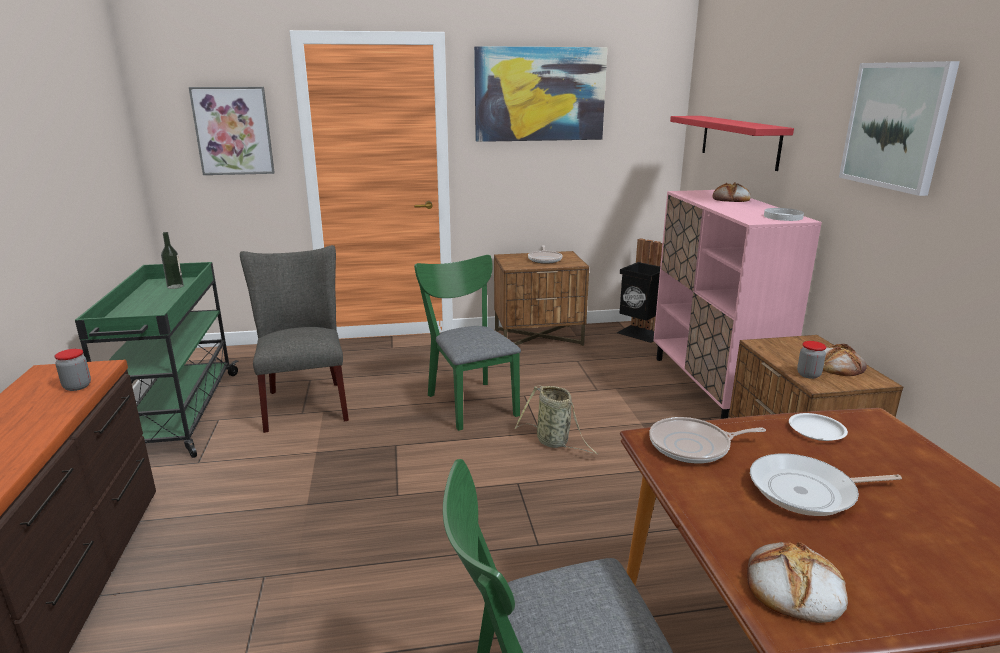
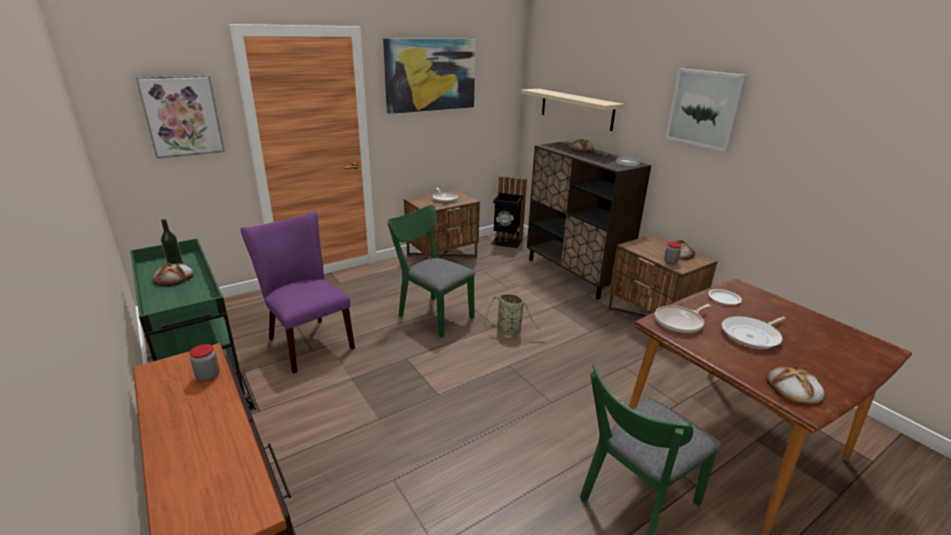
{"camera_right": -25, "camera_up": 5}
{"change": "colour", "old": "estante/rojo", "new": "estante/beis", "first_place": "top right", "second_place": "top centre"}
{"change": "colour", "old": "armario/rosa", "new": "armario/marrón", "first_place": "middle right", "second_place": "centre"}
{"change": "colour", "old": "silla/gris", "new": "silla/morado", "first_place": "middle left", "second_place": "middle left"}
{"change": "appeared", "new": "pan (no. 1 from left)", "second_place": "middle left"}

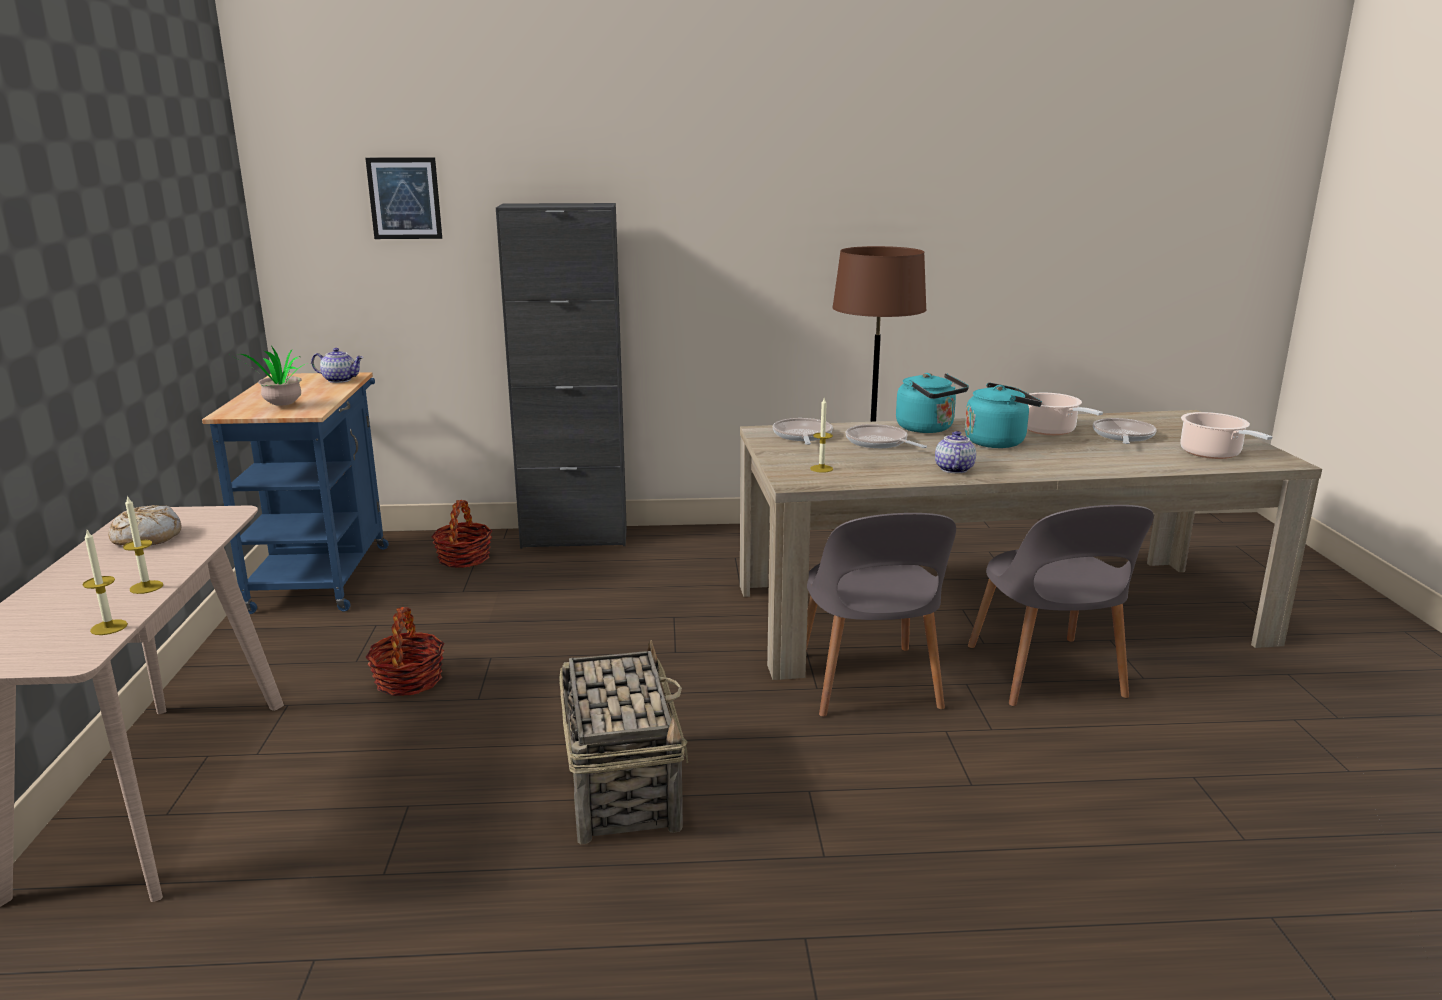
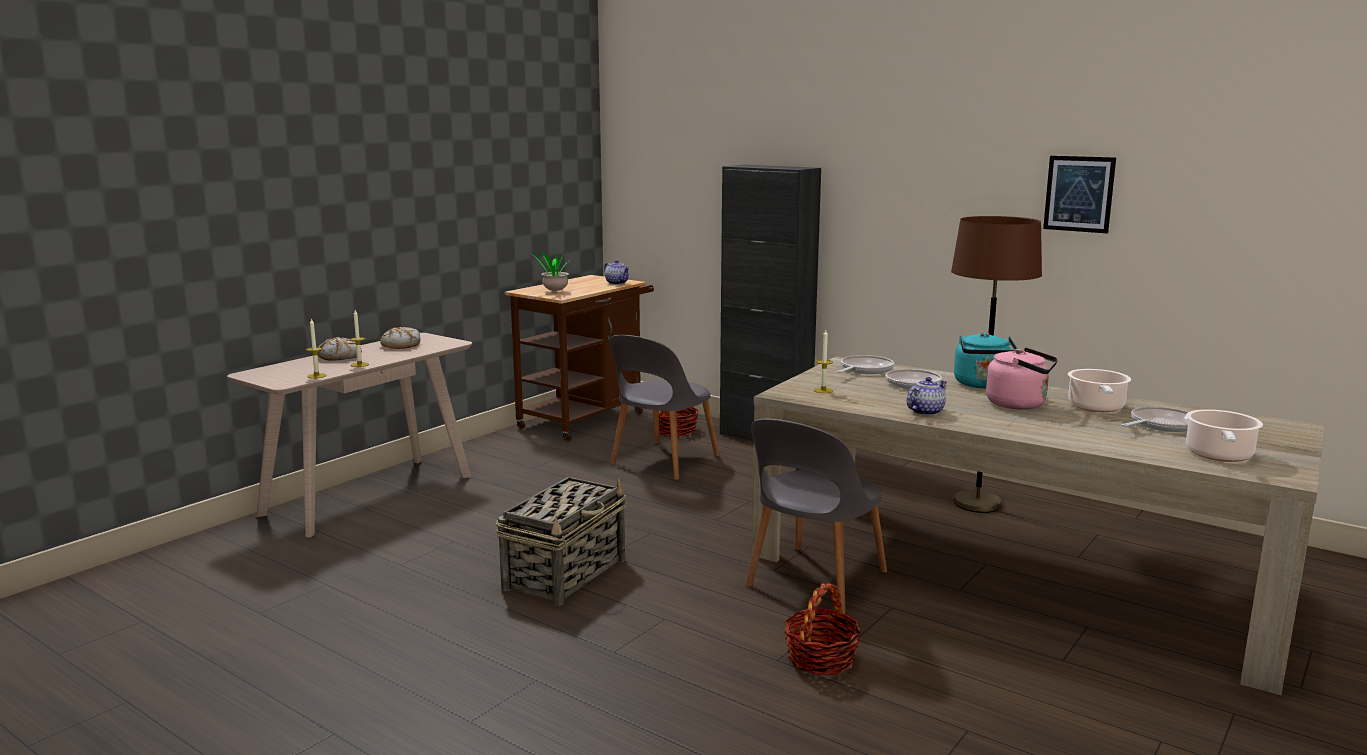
{"camera_right": 40, "camera_up": -5}
{"change": "relocated", "old": "cuadro", "first_place": "top left", "second_place": "top right"}
{"change": "colour", "old": "carrito/azul", "new": "carrito/marrón", "first_place": "middle left", "second_place": "centre"}
{"change": "colour", "old": "hervidor/turquesa (no. 2 from left)", "new": "hervidor/rosa", "first_place": "middle right", "second_place": "middle right"}
{"change": "relocated", "old": "silla/gris (no. 2 from left in the first image)", "new": "silla/gris (no. 1 from left)", "first_place": "middle right", "second_place": "centre"}
{"change": "relocated", "old": "cesta (no. 1 from left in the first image)", "new": "cesta (no. 3 from left)", "first_place": "middle left", "second_place": "bottom centre"}
{"change": "appeared", "new": "pan (no. 1 from left)", "second_place": "middle left"}

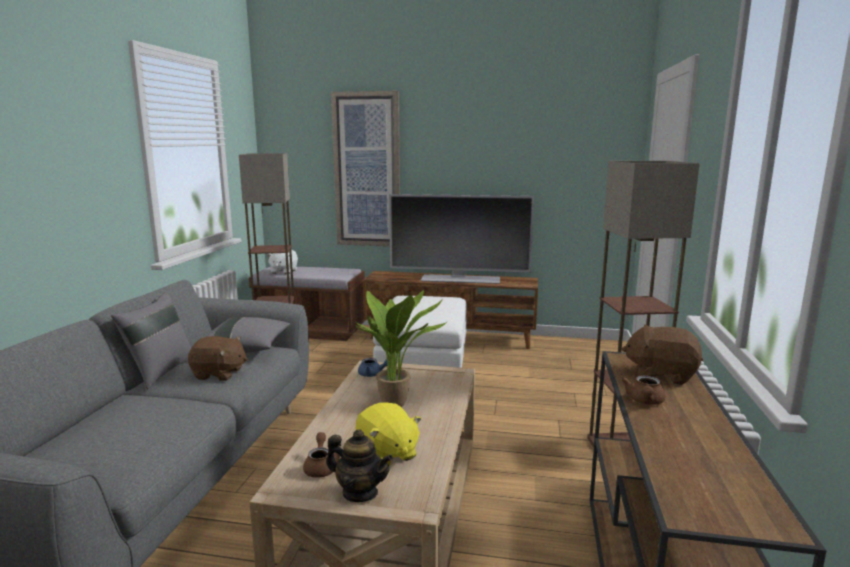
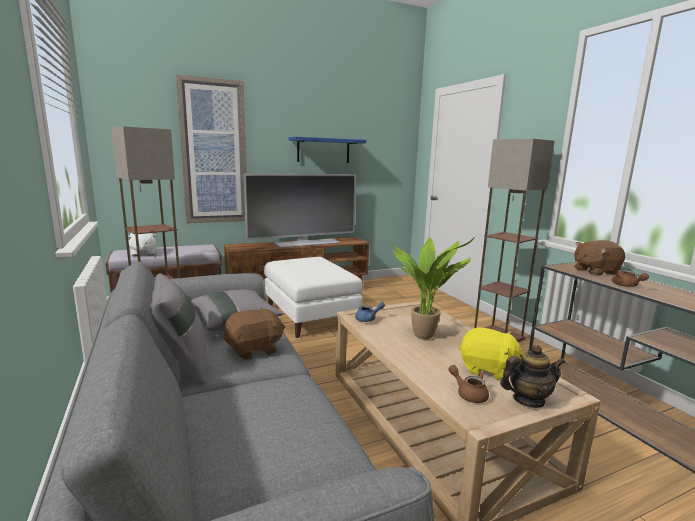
{"camera_right": -35, "camera_up": 0}
{"change": "appeared", "new": "estante/azul", "second_place": "top centre"}

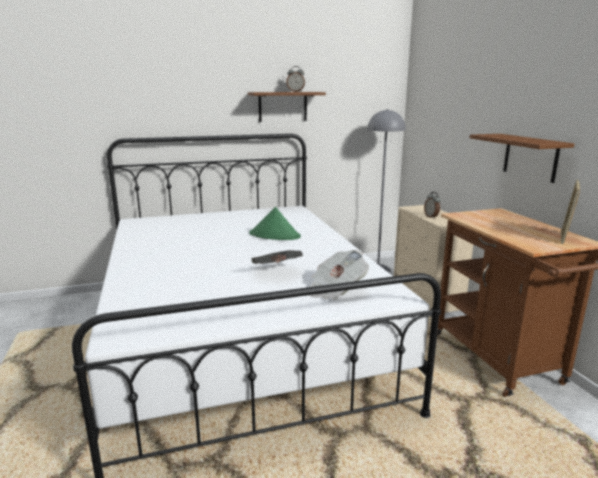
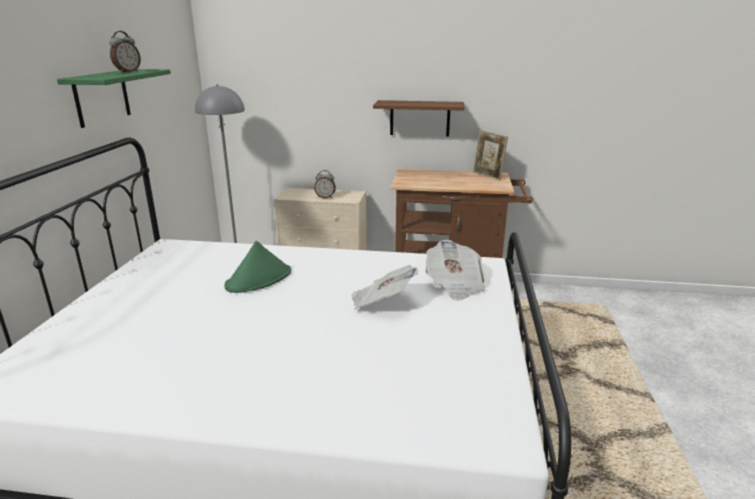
{"camera_right": -65, "camera_up": 5}
{"change": "colour", "old": "estante/marrón (no. 1 from left)", "new": "estante/verde", "first_place": "top centre", "second_place": "top left"}

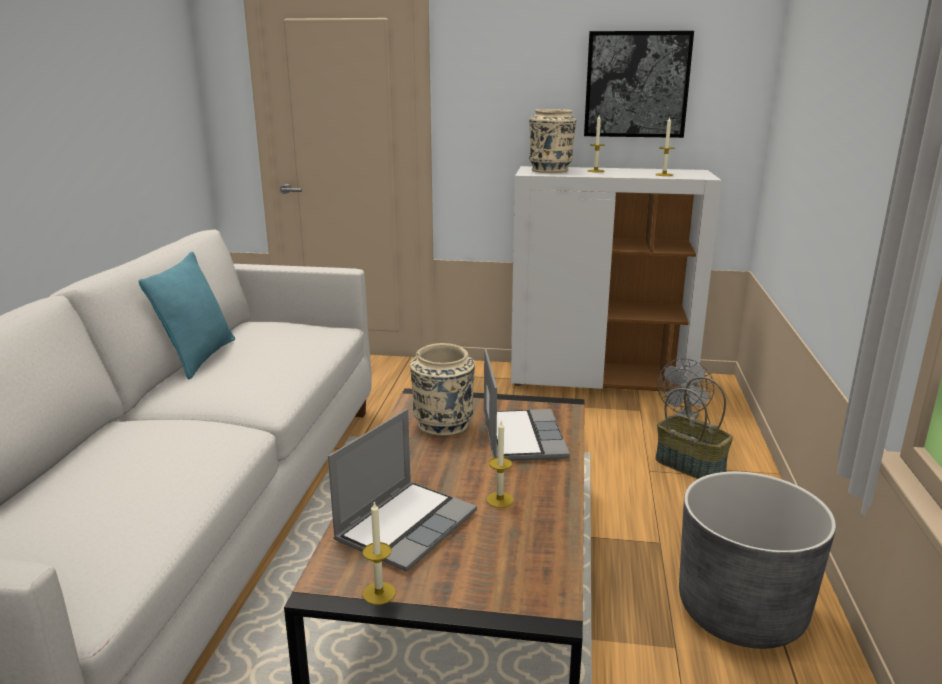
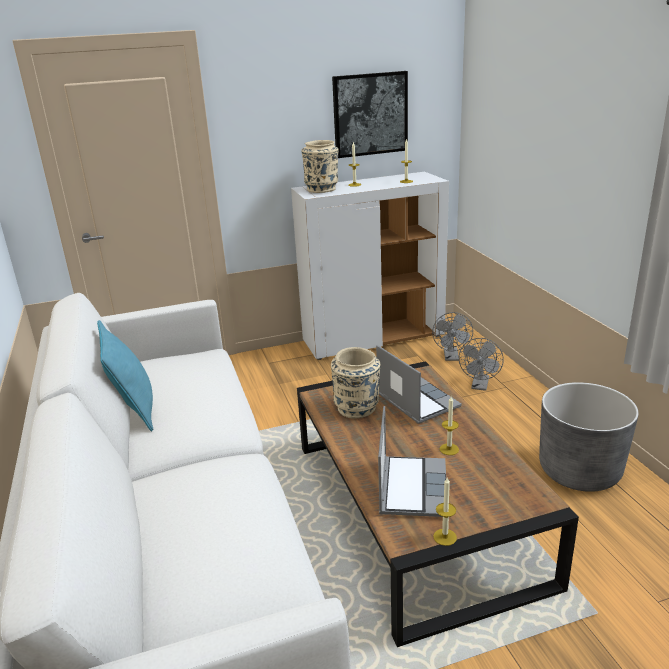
{"camera_right": -25, "camera_up": 5}
{"change": "exchanged", "old": "cesta", "new": "ventilador/gris (no. 2 from left)", "first_place": "middle right", "second_place": "middle right"}

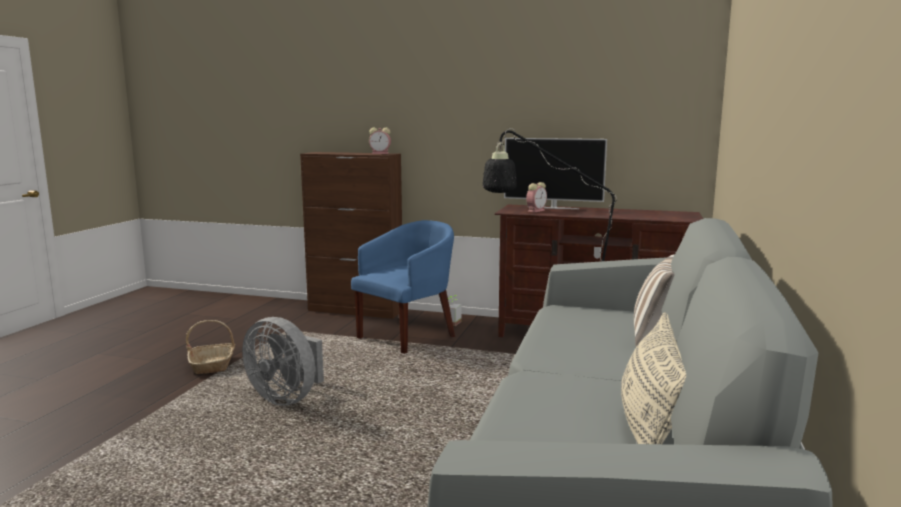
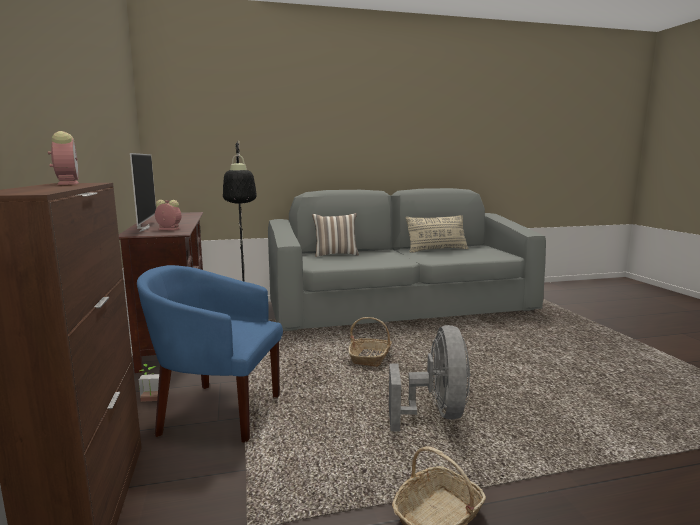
{"camera_right": -120, "camera_up": 0}
{"change": "appeared", "new": "cesta (no. 1 from left)", "second_place": "centre"}

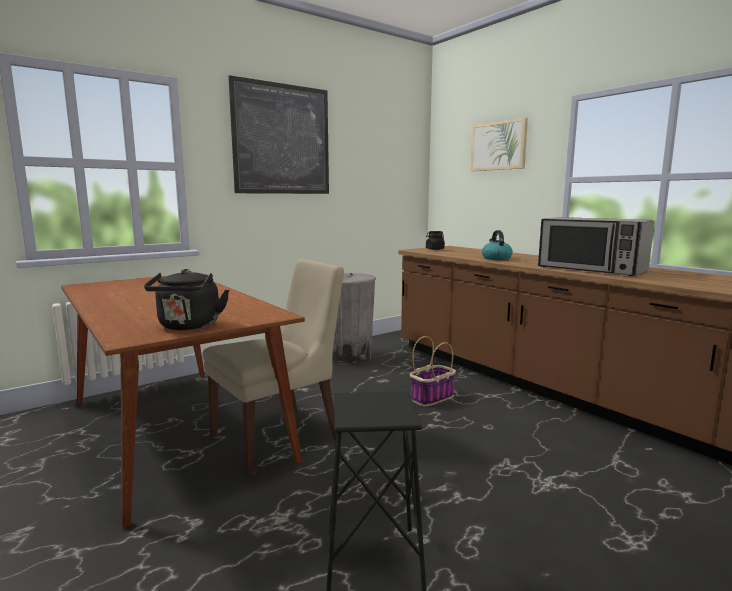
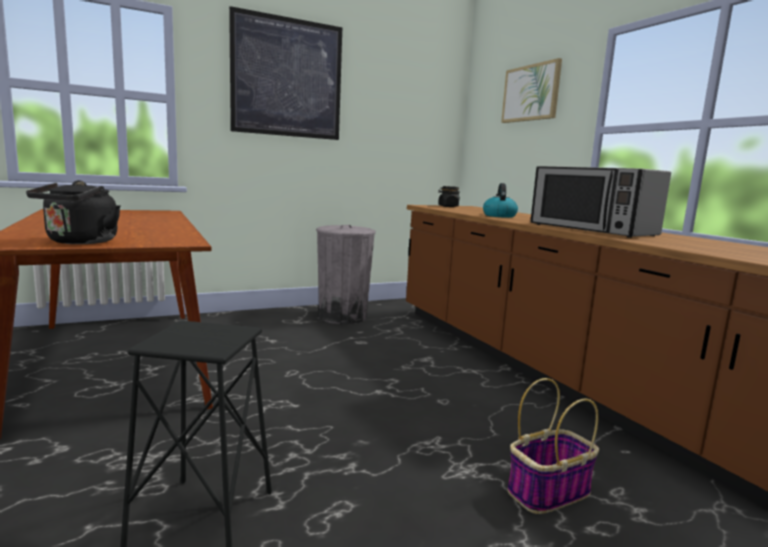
{"camera_right": 10, "camera_up": 0}
{"change": "missing", "old": "silla/beis", "first_place": "centre"}
{"change": "relocated", "old": "cesta", "first_place": "centre", "second_place": "bottom right"}

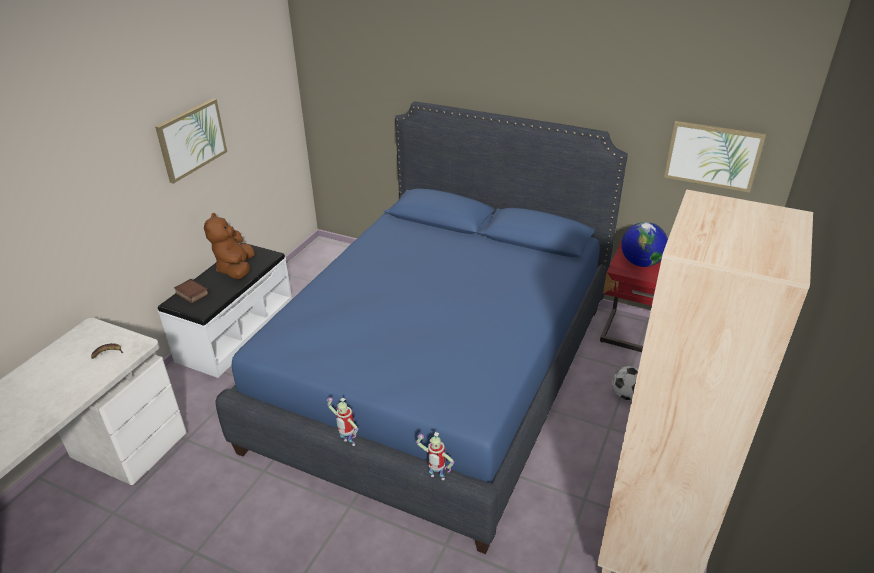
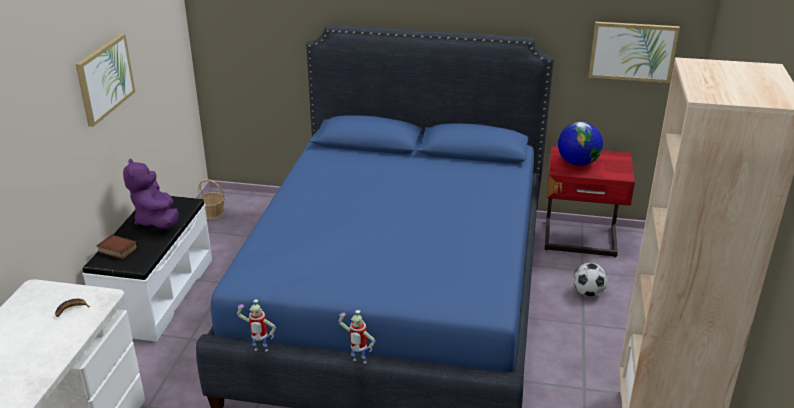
{"camera_right": -15, "camera_up": -5}
{"change": "colour", "old": "peluche/marrón", "new": "peluche/morado", "first_place": "middle left", "second_place": "middle left"}
{"change": "relocated", "old": "robot de juguete (no. 2 from left in the first image)", "new": "robot de juguete (no. 1 from left)", "first_place": "bottom centre", "second_place": "bottom left"}
{"change": "appeared", "new": "cesta", "second_place": "middle left"}

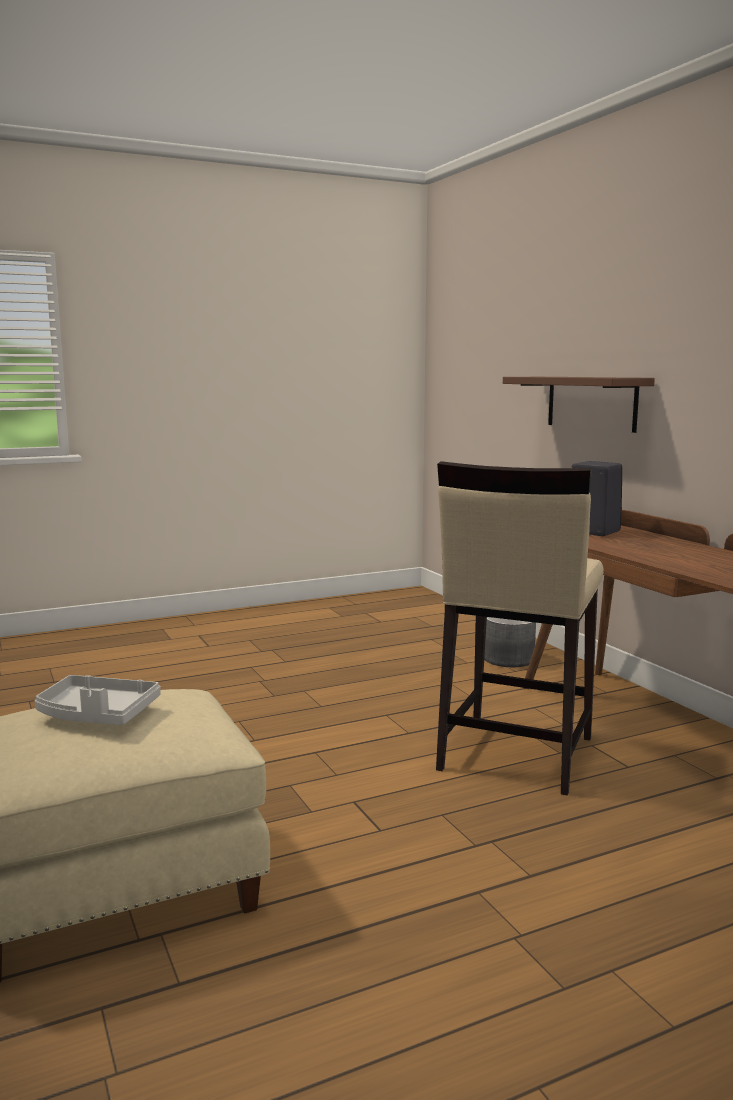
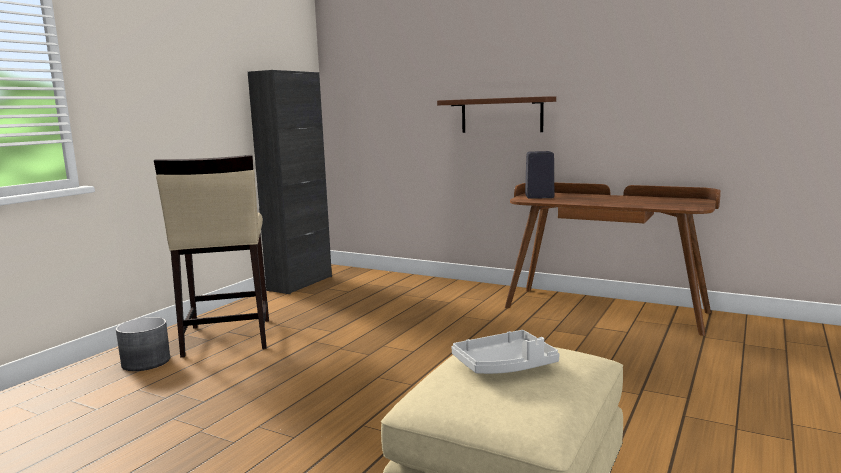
{"camera_right": -35, "camera_up": 0}
{"change": "relocated", "old": "taburete/beis", "first_place": "middle right", "second_place": "middle left"}
{"change": "relocated", "old": "maceta/gris", "first_place": "middle right", "second_place": "bottom left"}
{"change": "appeared", "new": "armario/negro", "second_place": "centre"}

